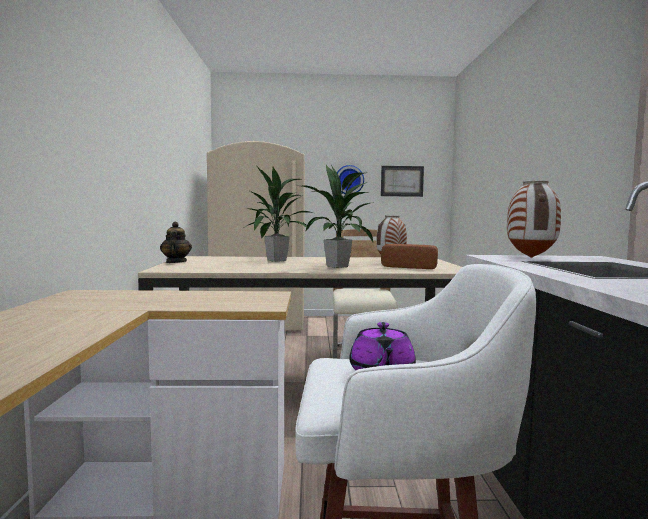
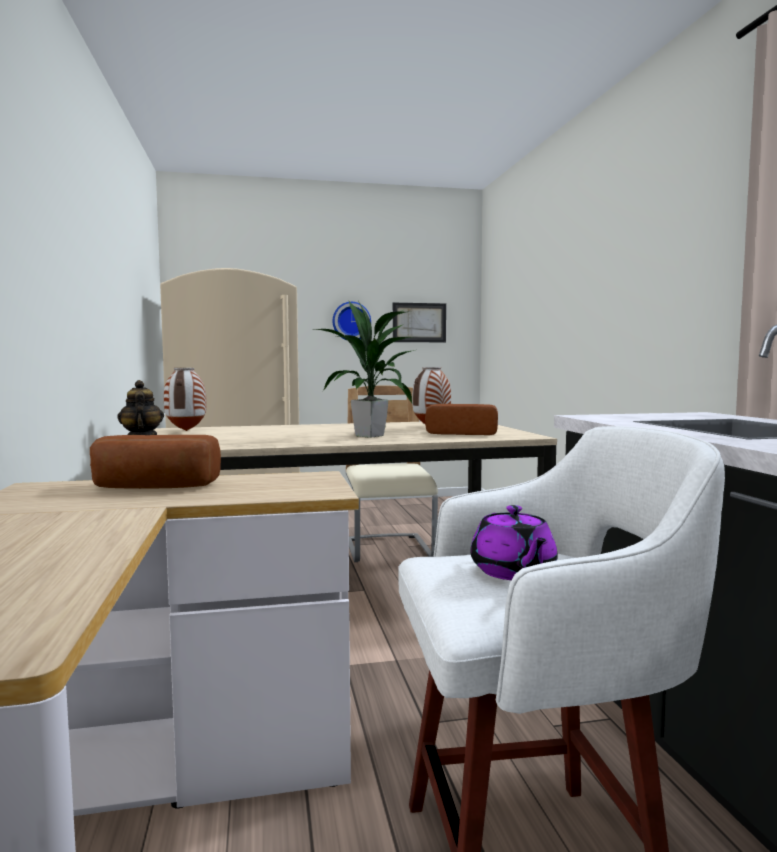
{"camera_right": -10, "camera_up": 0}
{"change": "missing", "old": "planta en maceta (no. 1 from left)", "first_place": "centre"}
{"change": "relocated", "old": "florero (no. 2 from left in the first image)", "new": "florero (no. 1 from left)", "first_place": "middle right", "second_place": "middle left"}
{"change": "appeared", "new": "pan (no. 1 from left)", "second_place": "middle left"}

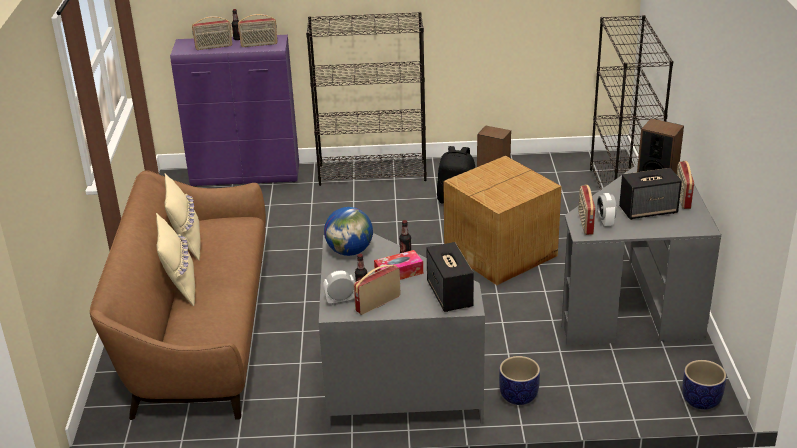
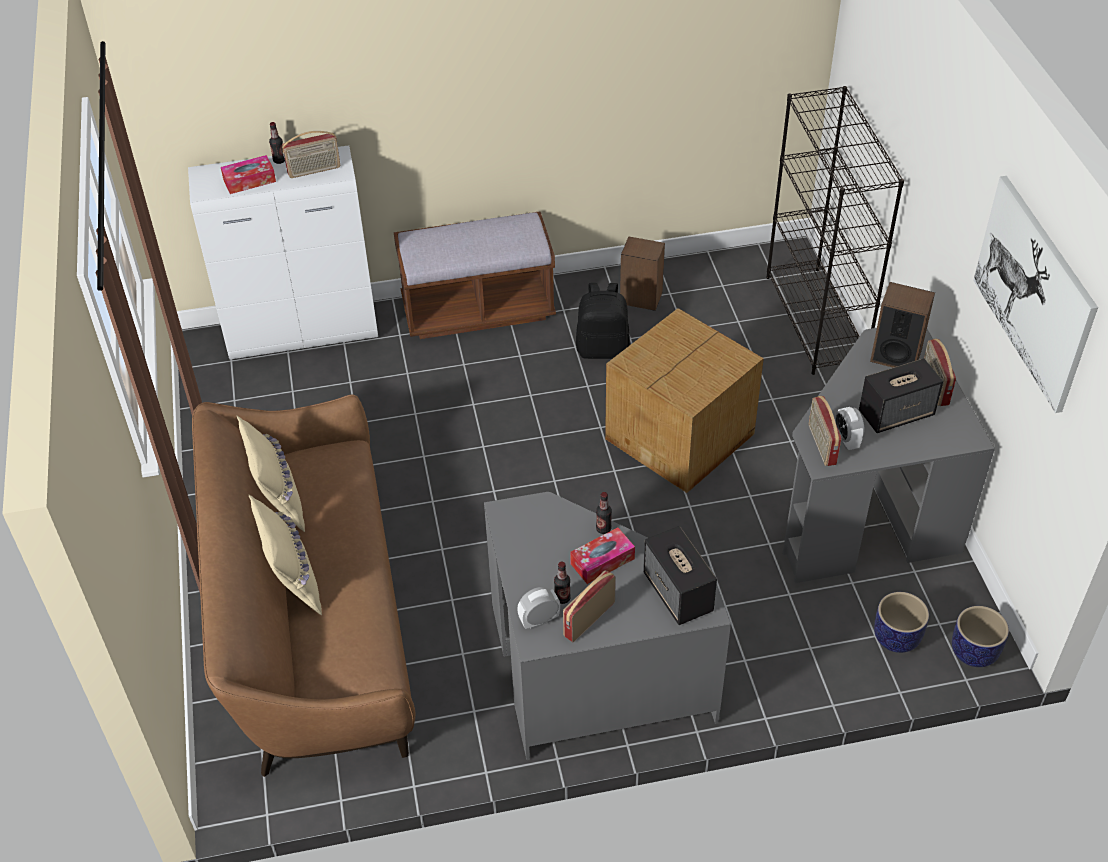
{"camera_right": -10, "camera_up": 15}
{"change": "exchanged", "old": "estantería/negro (no. 1 from left)", "new": "banco/marrón", "first_place": "top centre", "second_place": "top centre"}
{"change": "exchanged", "old": "radio (no. 1 from left)", "new": "caja de pañuelos (no. 1 from left)", "first_place": "top left", "second_place": "top left"}
{"change": "colour", "old": "armario/morado", "new": "armario/blanco", "first_place": "top left", "second_place": "top left"}
{"change": "missing", "old": "globo terráqueo", "first_place": "centre"}
{"change": "relocated", "old": "maceta (no. 1 from left)", "first_place": "bottom centre", "second_place": "bottom right"}
{"change": "appeared", "new": "cuadro", "second_place": "middle right"}

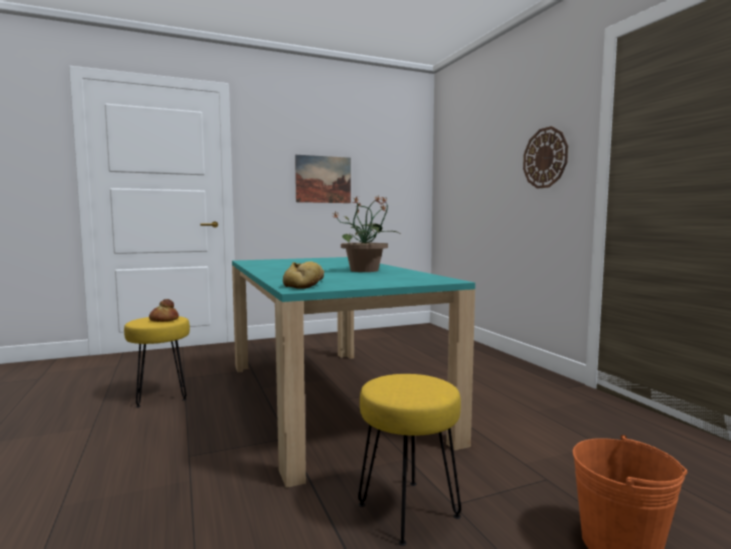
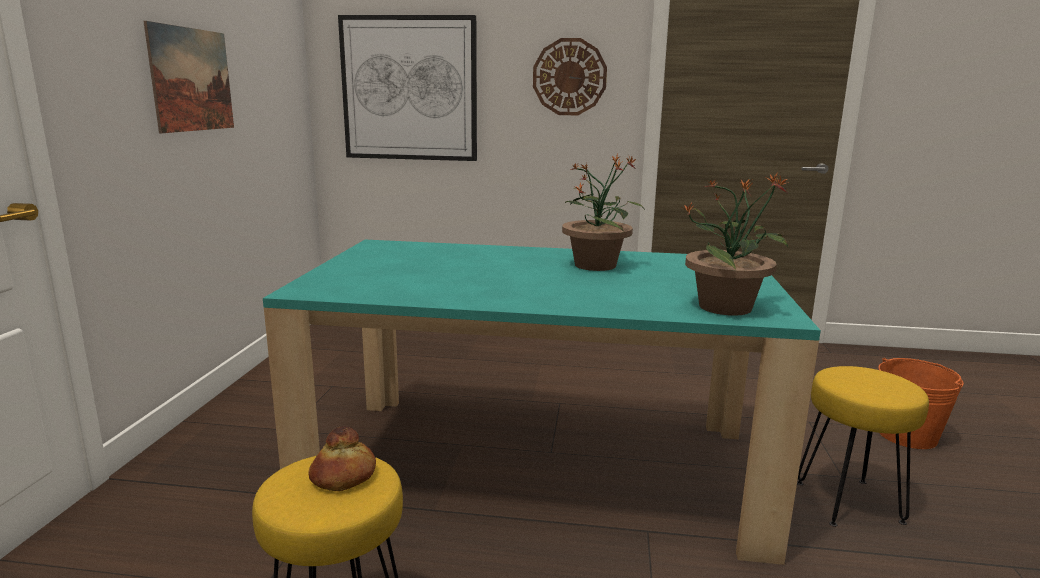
{"camera_right": -60, "camera_up": 10}
{"change": "exchanged", "old": "pan (no. 2 from left)", "new": "planta en maceta (no. 2 from left)", "first_place": "centre", "second_place": "middle right"}
{"change": "appeared", "new": "cuadro (no. 2 from left)", "second_place": "top centre"}

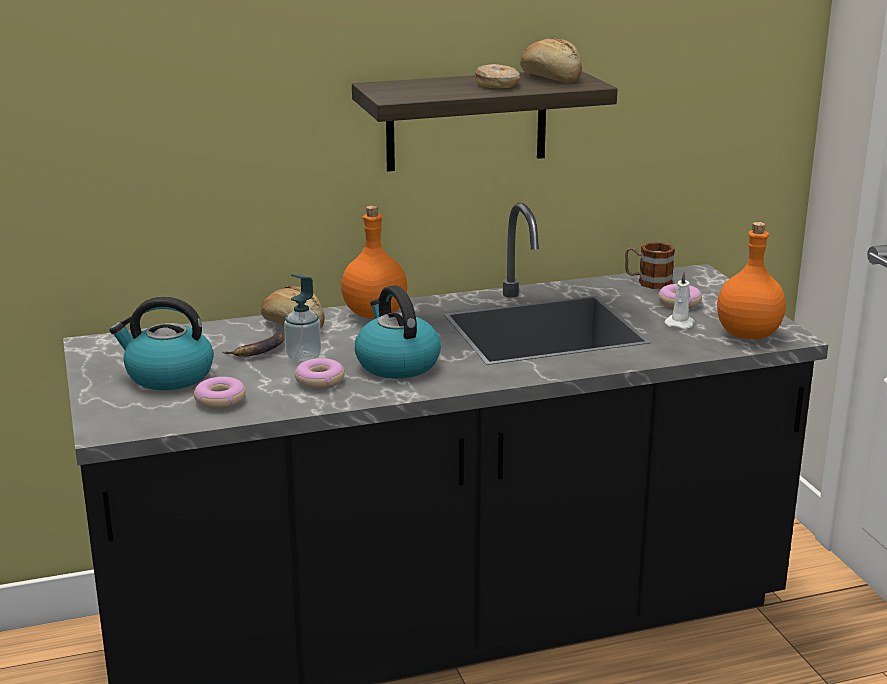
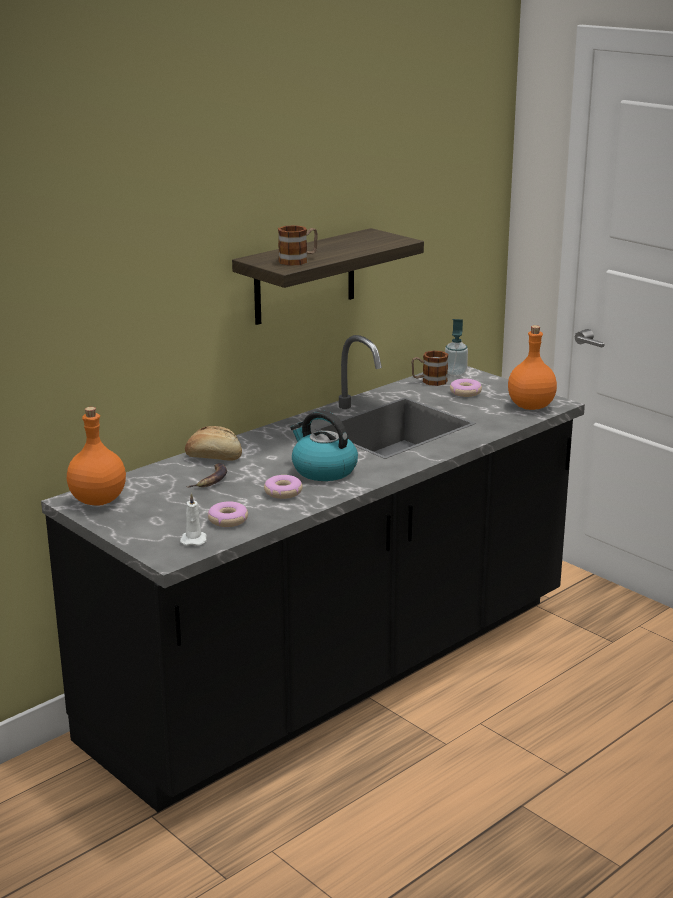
{"camera_right": -25, "camera_up": 0}
{"change": "missing", "old": "pan (no. 2 from left)", "first_place": "top centre"}
{"change": "missing", "old": "rosquilla (no. 3 from left)", "first_place": "top centre"}
{"change": "relocated", "old": "botella/naranja (no. 1 from left)", "first_place": "centre", "second_place": "middle left"}
{"change": "relocated", "old": "vela/blanco", "first_place": "middle right", "second_place": "middle left"}
{"change": "relocated", "old": "dispensador de jabón", "first_place": "centre", "second_place": "middle right"}
{"change": "missing", "old": "hervidor (no. 1 from left)", "first_place": "middle left"}
{"change": "appeared", "new": "taza grande (no. 1 from left)", "second_place": "top centre"}

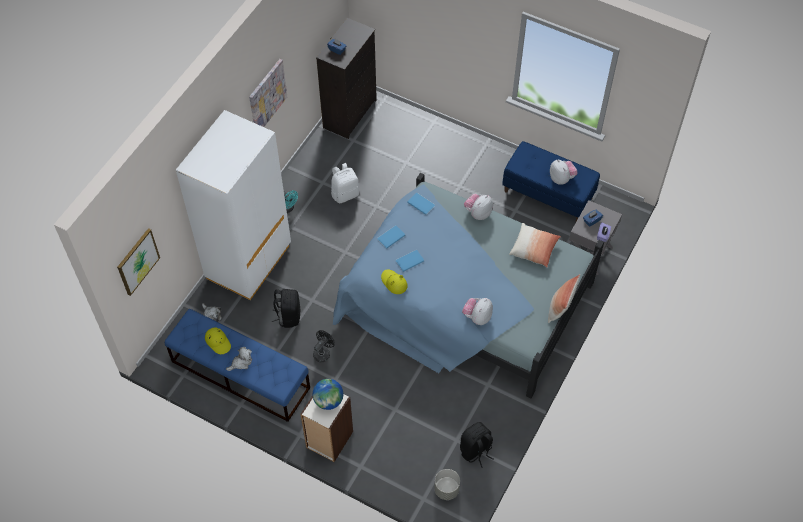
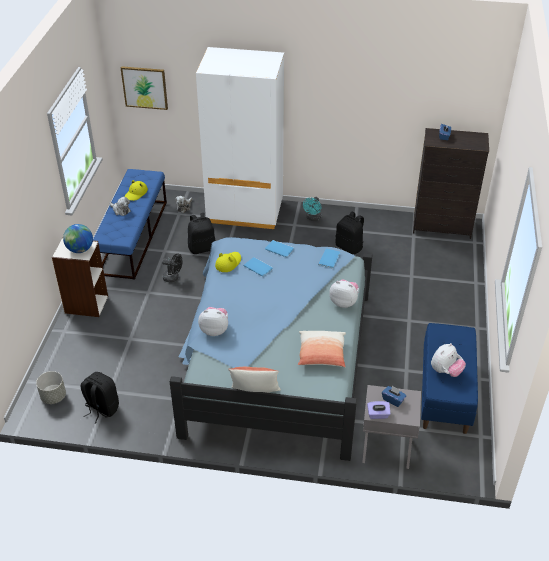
{"camera_right": 70, "camera_up": -15}
{"change": "missing", "old": "cuadro (no. 2 from left)", "first_place": "top centre"}
{"change": "colour", "old": "mochila/blanco", "new": "mochila/negro (no. 3 from left)", "first_place": "centre", "second_place": "centre"}

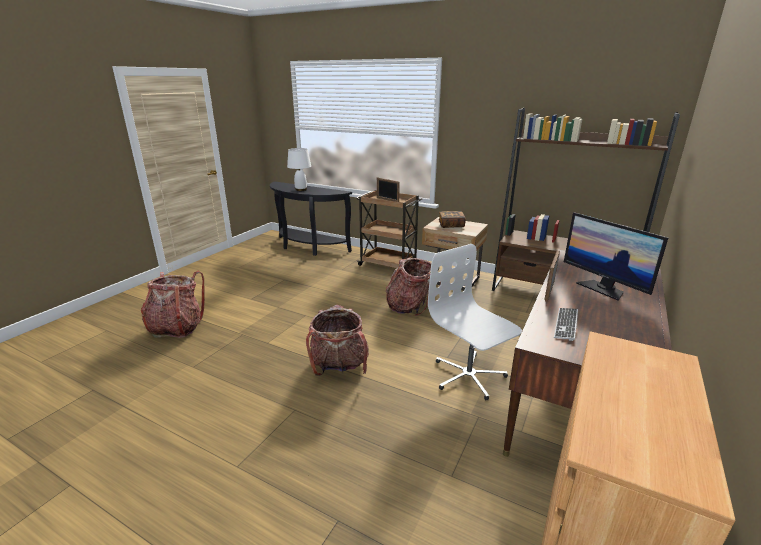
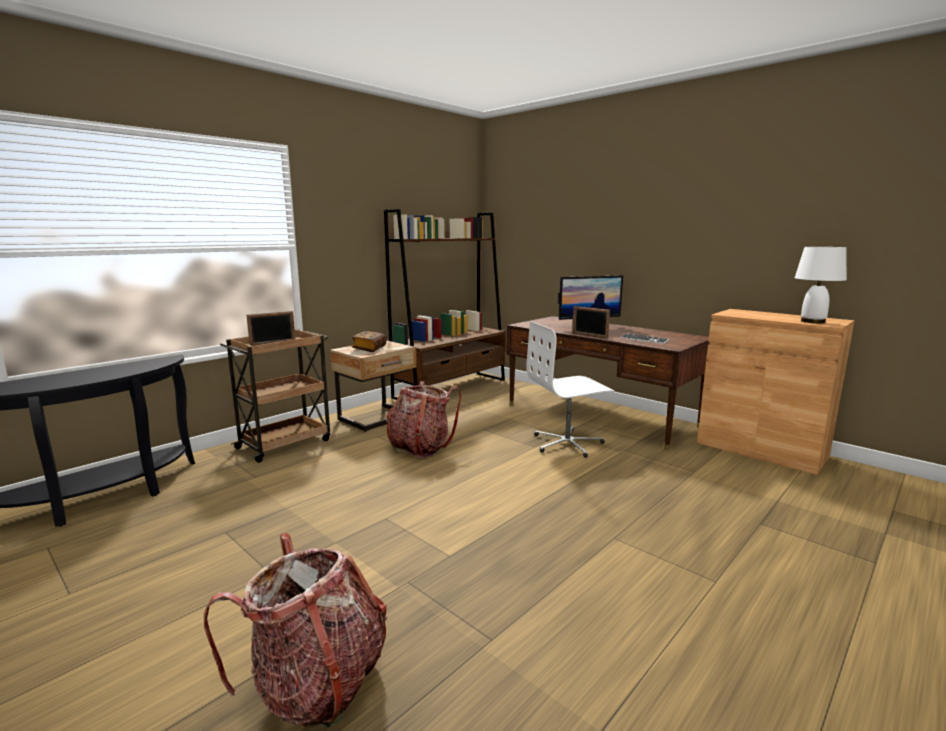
{"camera_right": -75, "camera_up": -10}
{"change": "relocated", "old": "lámpara de mesa/blanco", "first_place": "top centre", "second_place": "middle right"}
{"change": "missing", "old": "mochila (no. 2 from left)", "first_place": "centre"}

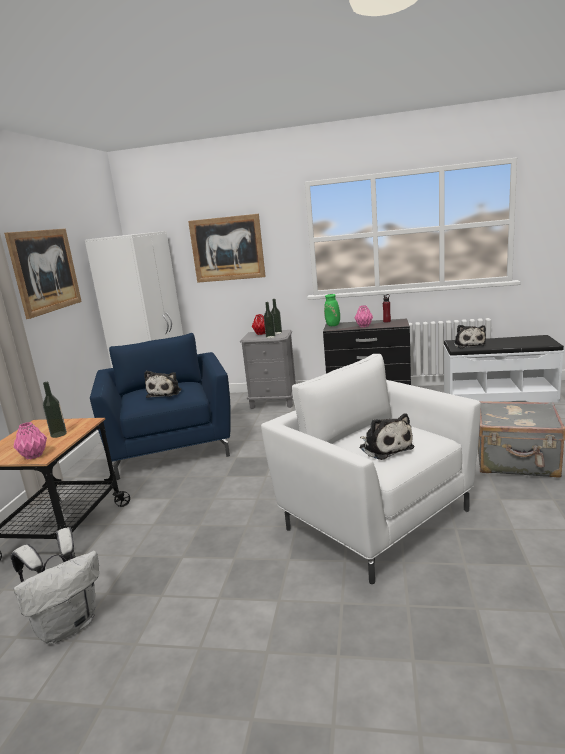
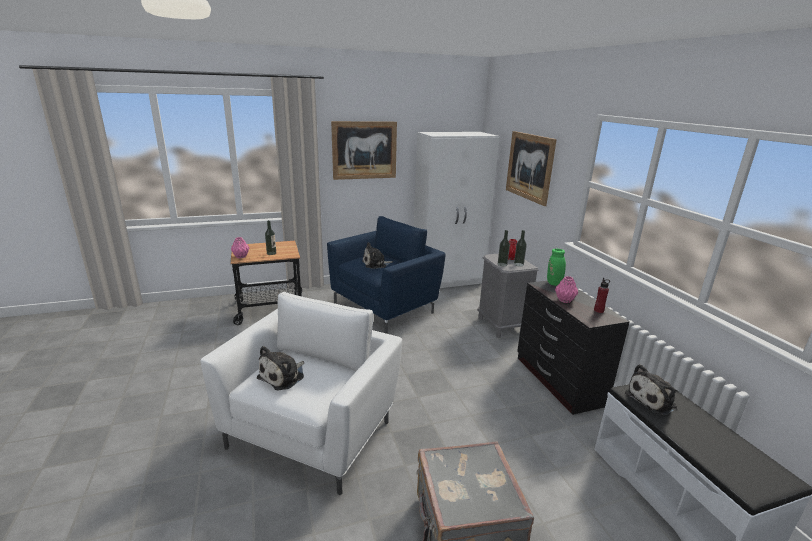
{"camera_right": 60, "camera_up": 5}
{"change": "missing", "old": "mochila/blanco", "first_place": "bottom left"}

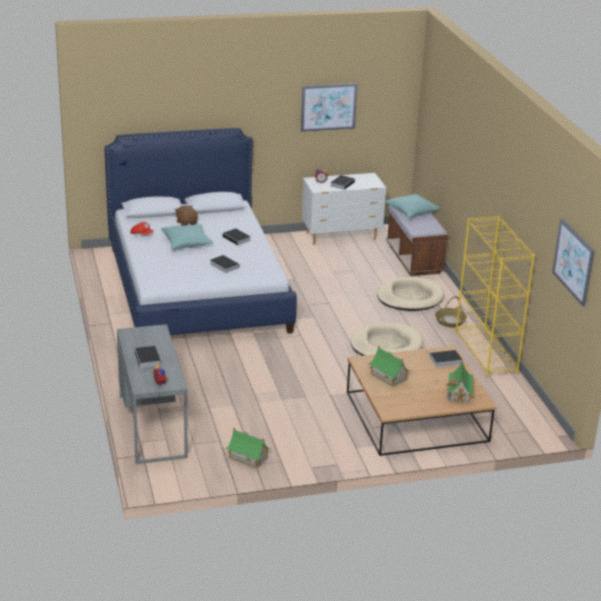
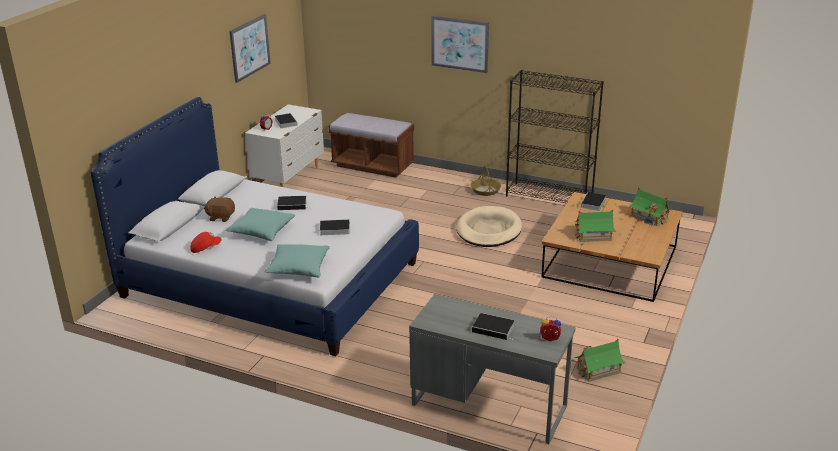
{"camera_right": -50, "camera_up": 0}
{"change": "relocated", "old": "cojín/turquesa (no. 2 from left)", "first_place": "middle right", "second_place": "centre"}
{"change": "colour", "old": "estantería/amarillo", "new": "estantería/negro", "first_place": "middle right", "second_place": "top centre"}
{"change": "relocated", "old": "cuadro (no. 2 from left)", "first_place": "middle right", "second_place": "top centre"}
{"change": "missing", "old": "cama para perro/beis (no. 2 from left)", "first_place": "middle right"}

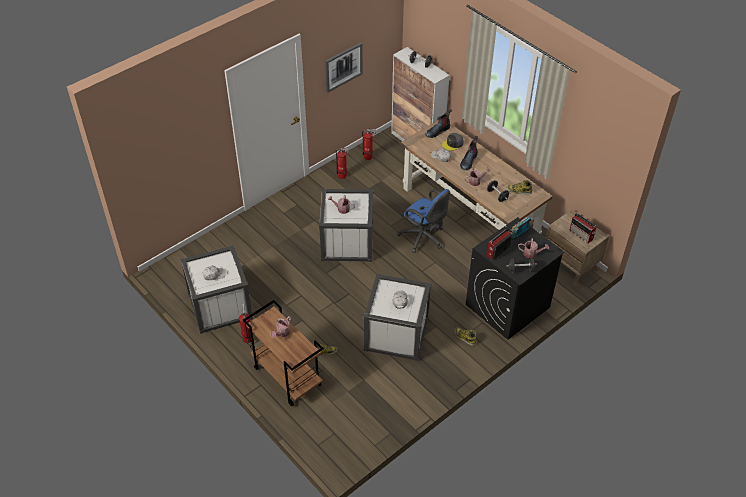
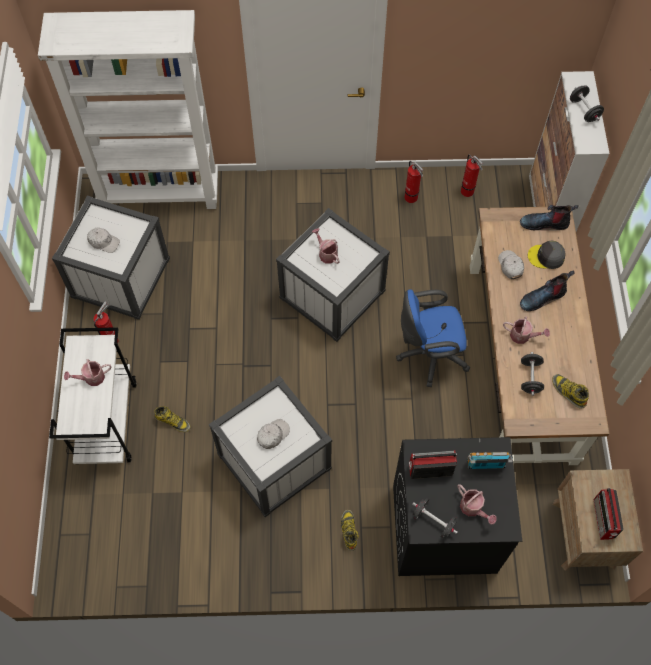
{"camera_right": 40, "camera_up": 15}
{"change": "missing", "old": "cuadro", "first_place": "top centre"}
{"change": "spun", "old": "silla de oficina/azul", "first_place": "centre", "second_place": "centre", "degrees": 90}
{"change": "colour", "old": "carrito/marrón", "new": "carrito/blanco", "first_place": "bottom centre", "second_place": "middle left"}
{"change": "appeared", "new": "estantería/blanco", "second_place": "top left"}

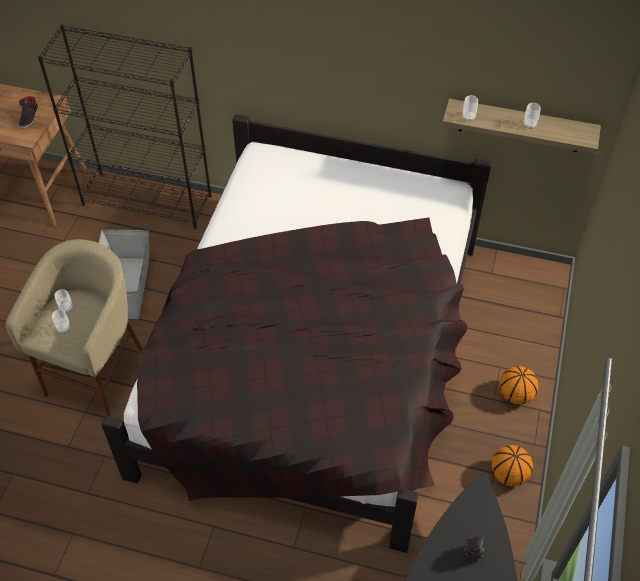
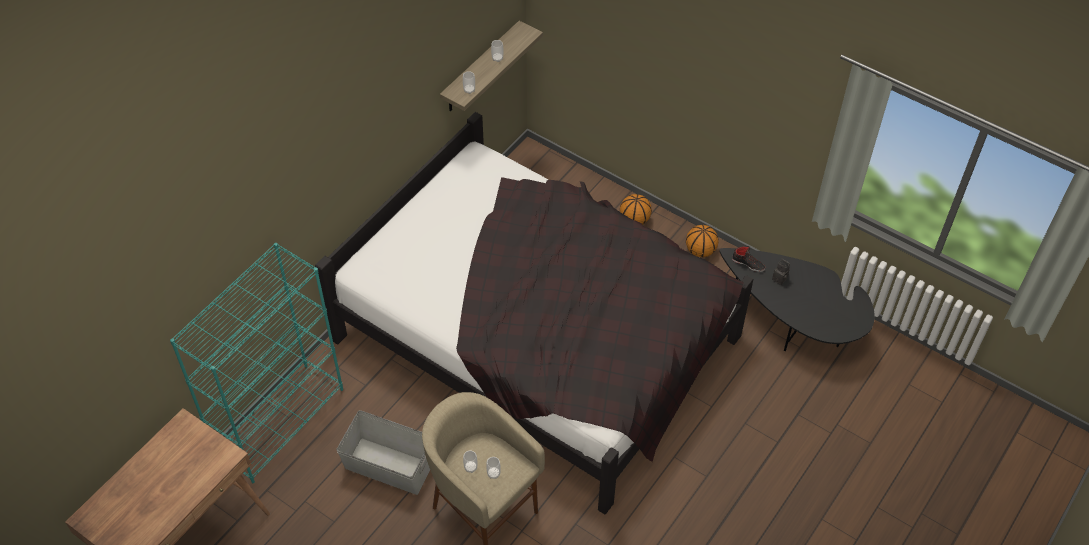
{"camera_right": -70, "camera_up": 0}
{"change": "colour", "old": "estantería/negro", "new": "estantería/turquesa", "first_place": "top left", "second_place": "middle left"}
{"change": "relocated", "old": "zapato/negro", "first_place": "top left", "second_place": "middle right"}

